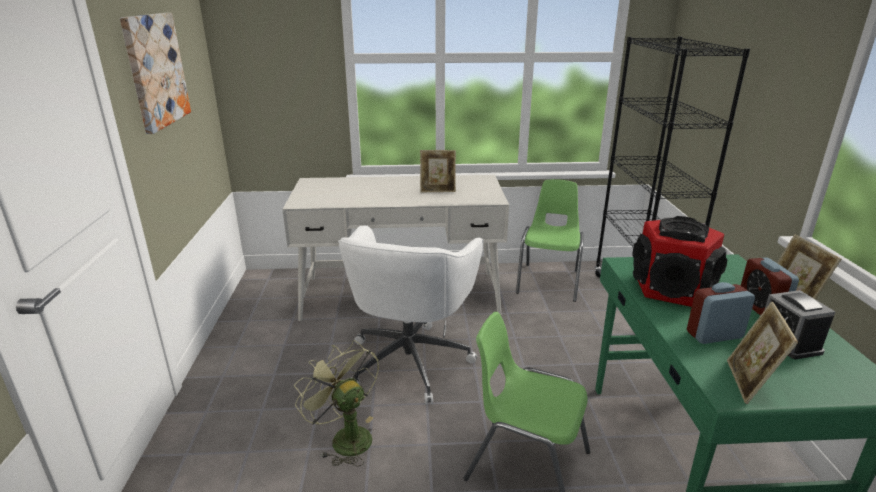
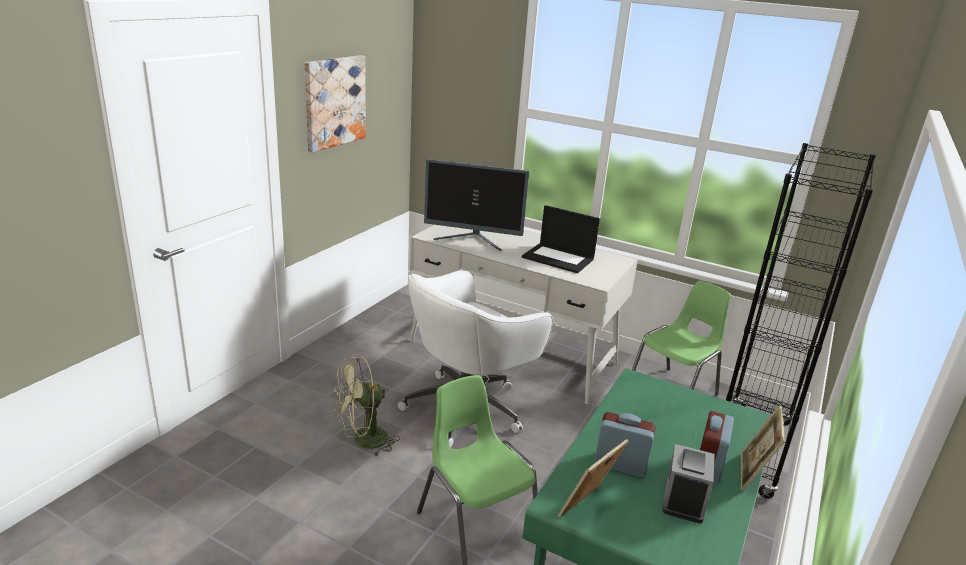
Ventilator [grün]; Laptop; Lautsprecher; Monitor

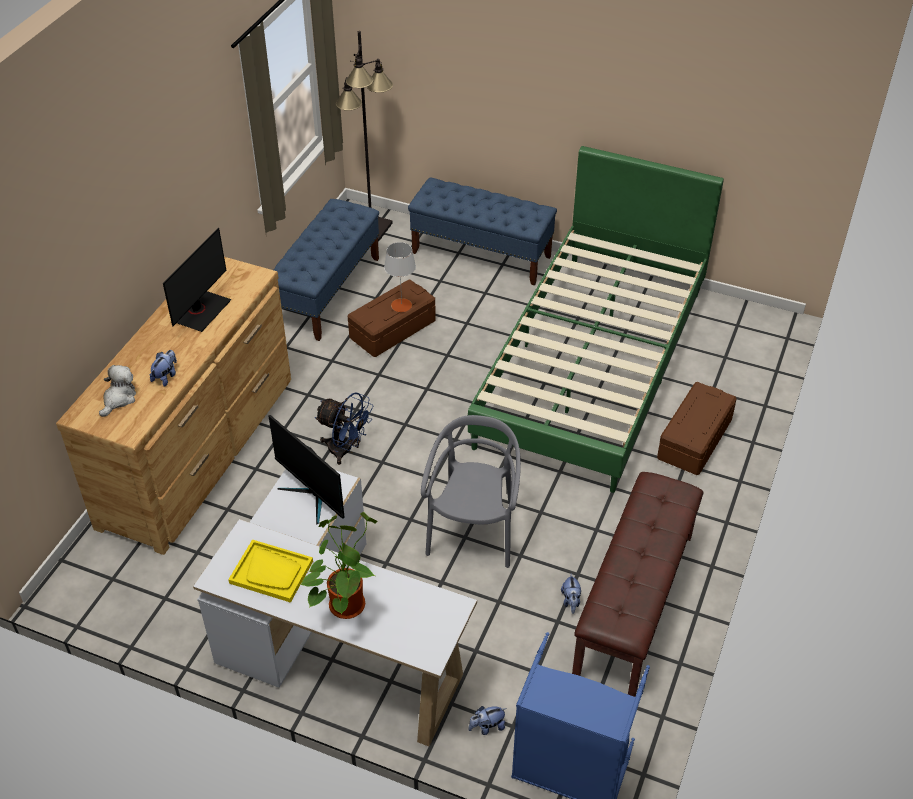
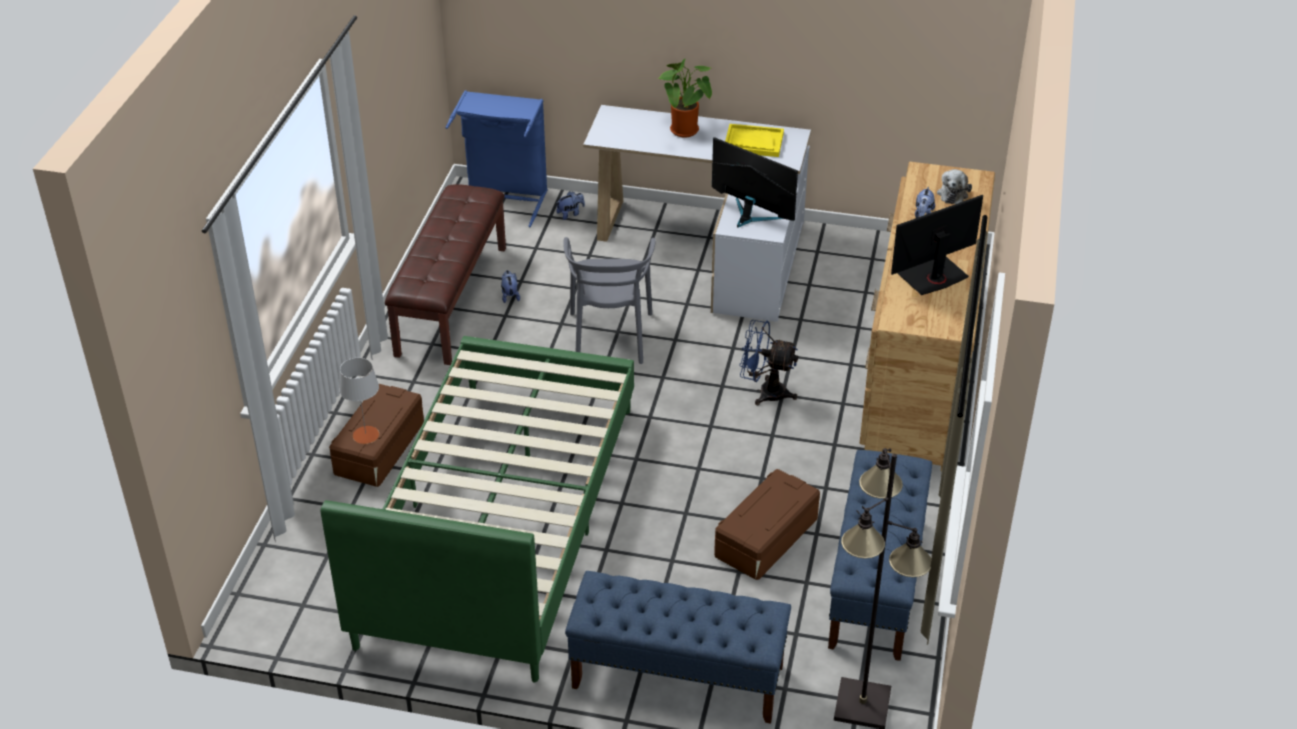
Monitor (no. 2 from left); Tischlampe [grau]

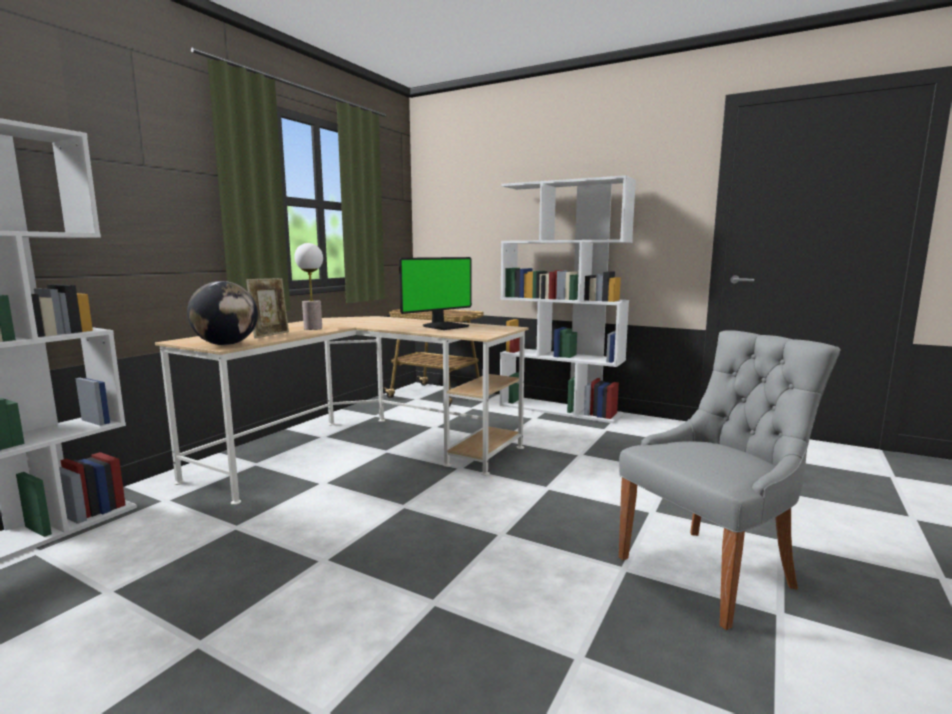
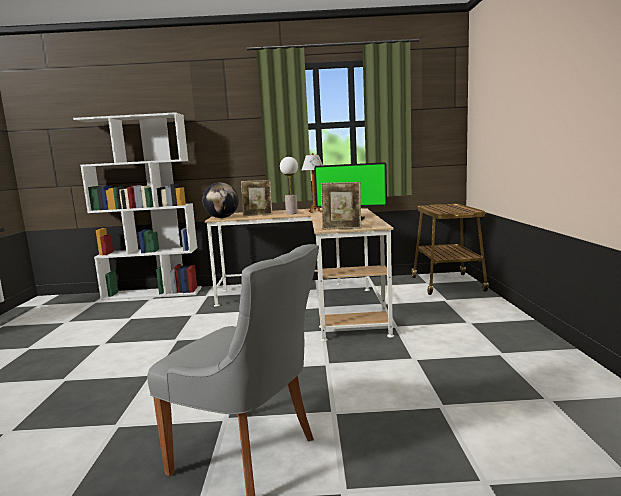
Bücherregal [weiß] (no. 2 from left in the first image); Tischlampe (no. 2 from left); Bilderrahmen (no. 2 from left)

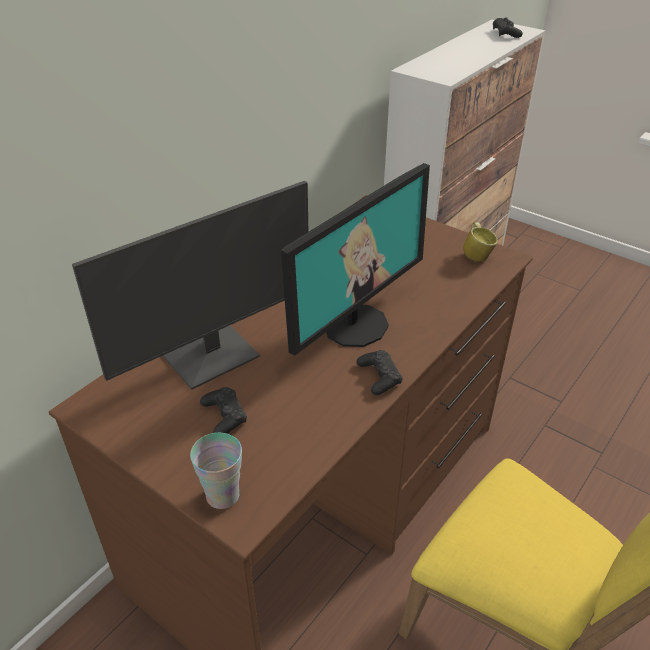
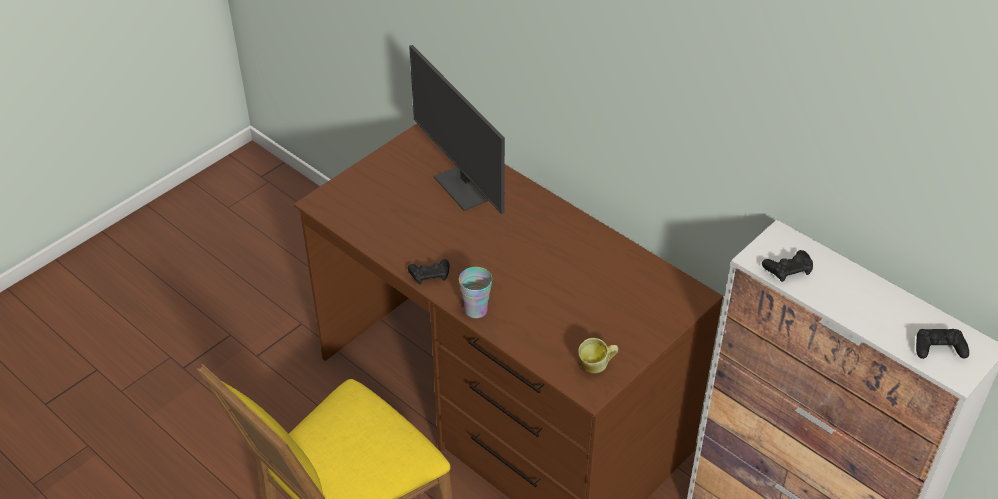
Tasse; Gamepad [schwarz] (no. 2 from left); Monitor (no. 2 from left in the first image)

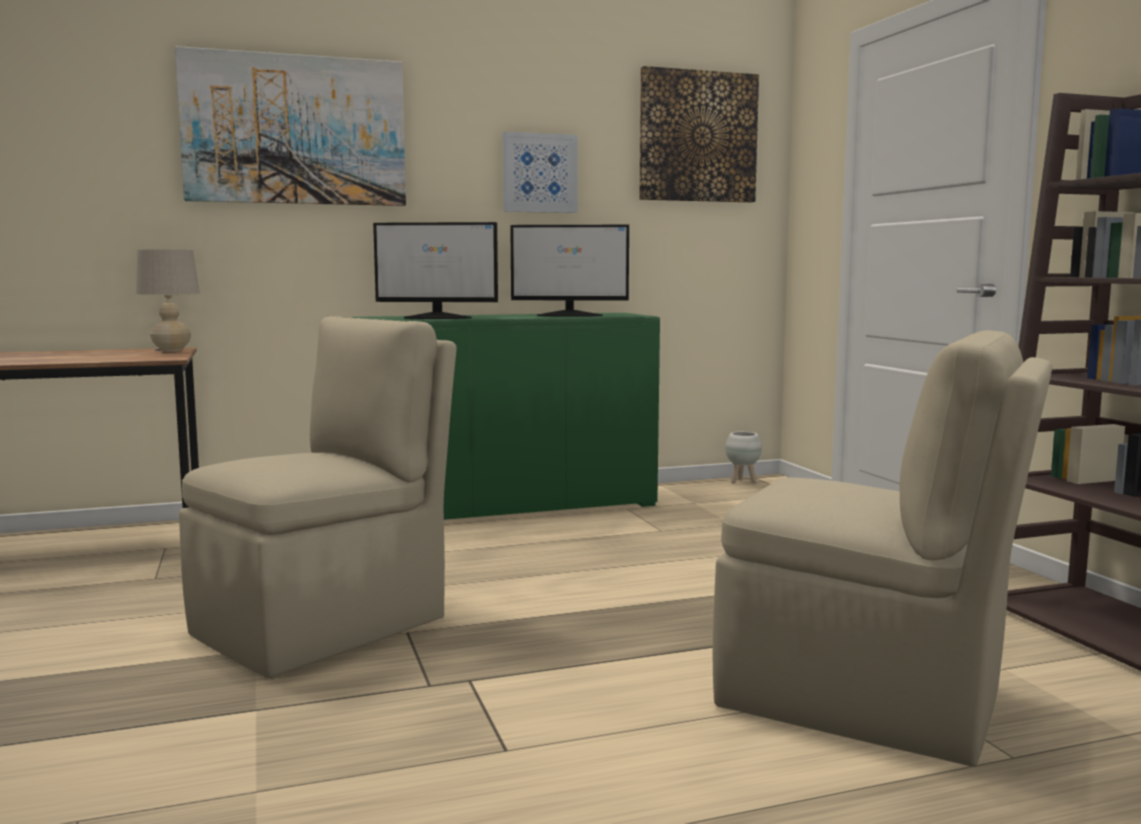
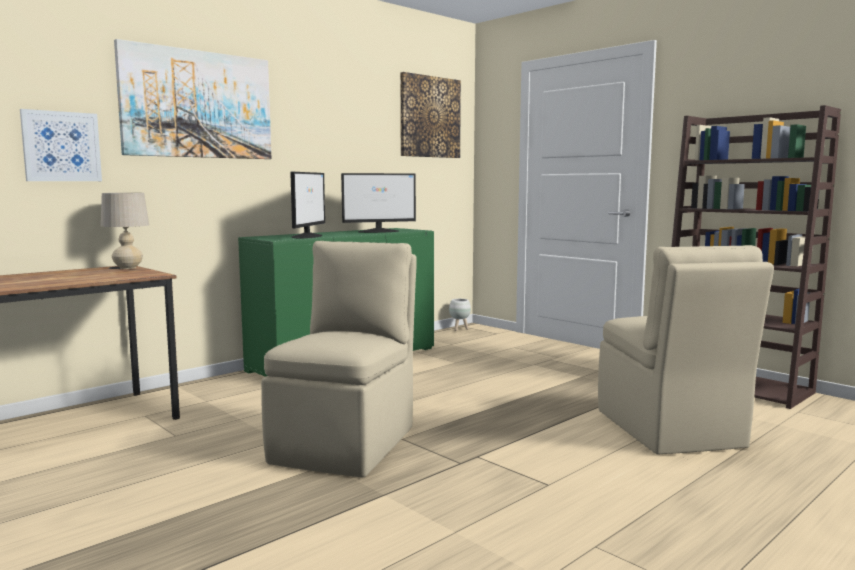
Monitor (no. 1 from left); Bild (no. 1 from left); Stuhl [beige] (no. 2 from left)

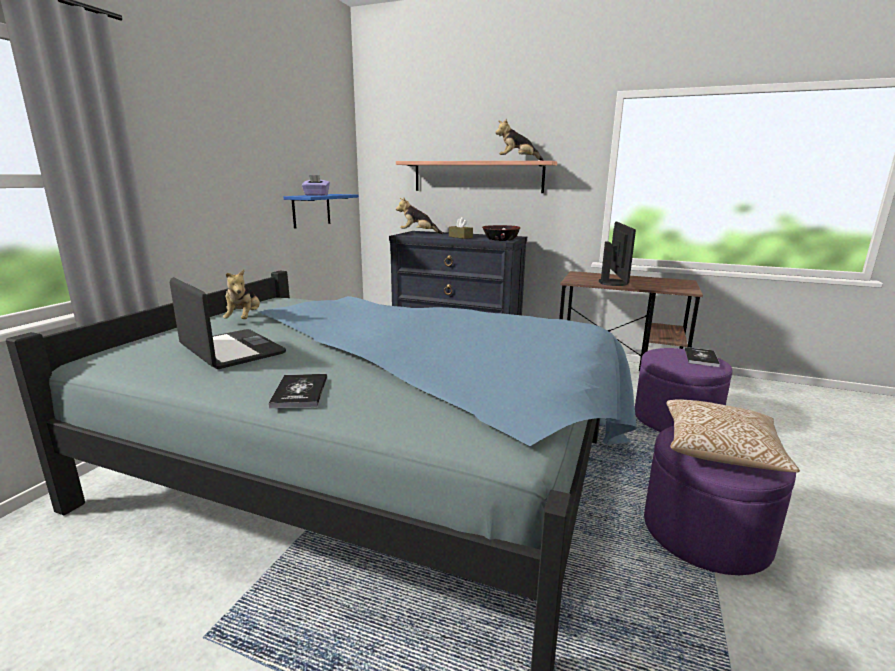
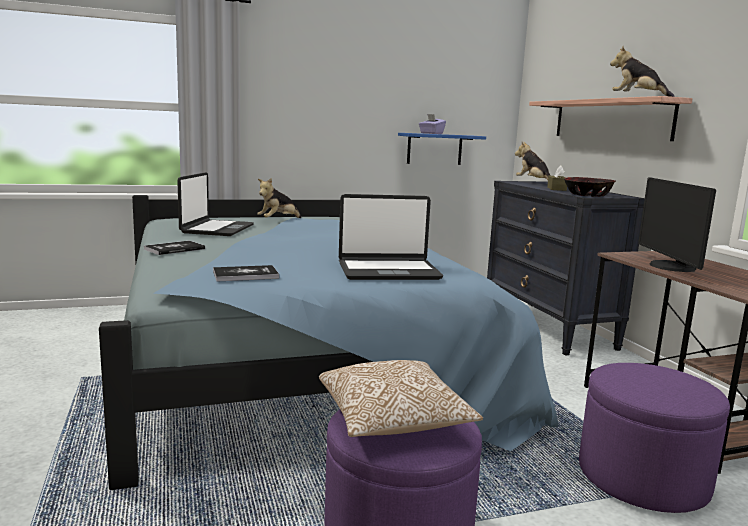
Monitor; Buch (no. 2 from left); Laptop (no. 2 from left)

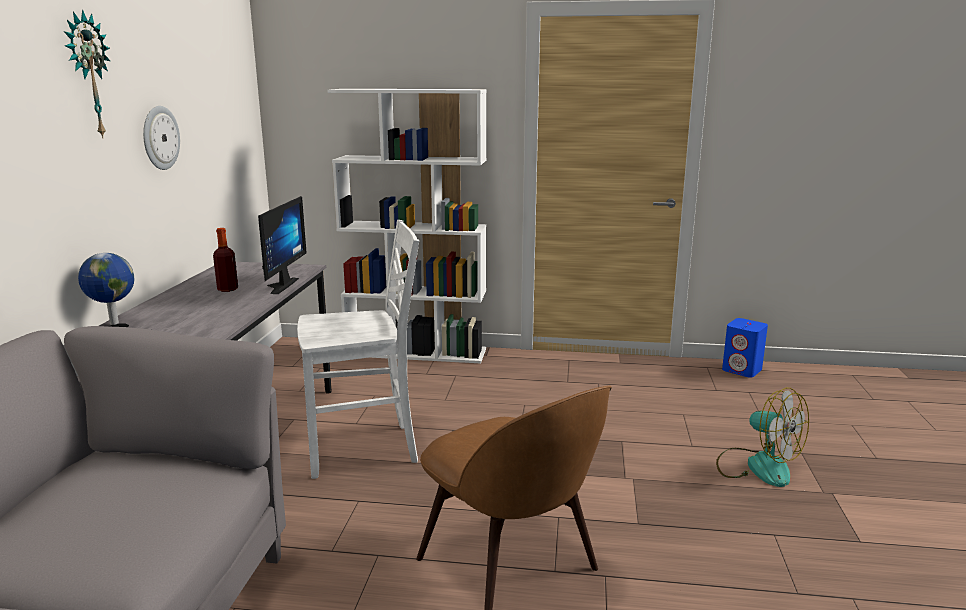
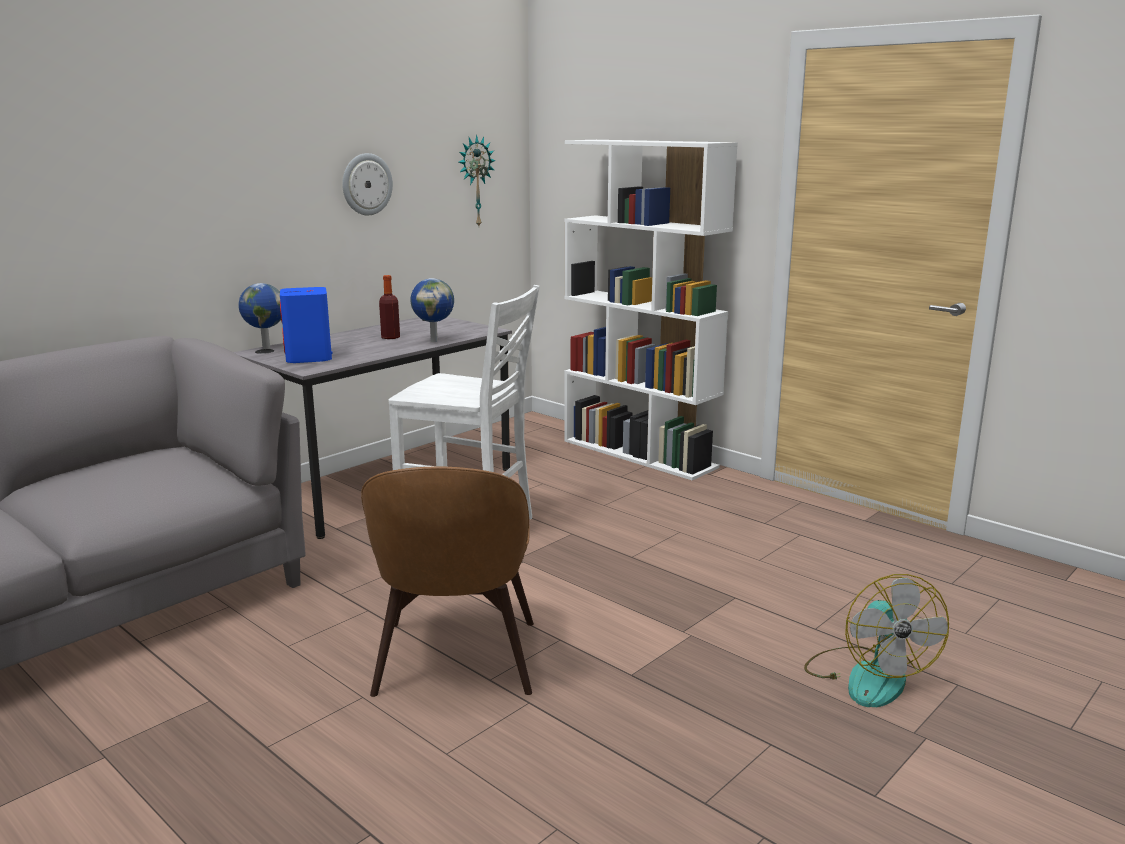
Wanduhr (no. 2 from left); Globus (no. 2 from left); Lautsprecher [blau]

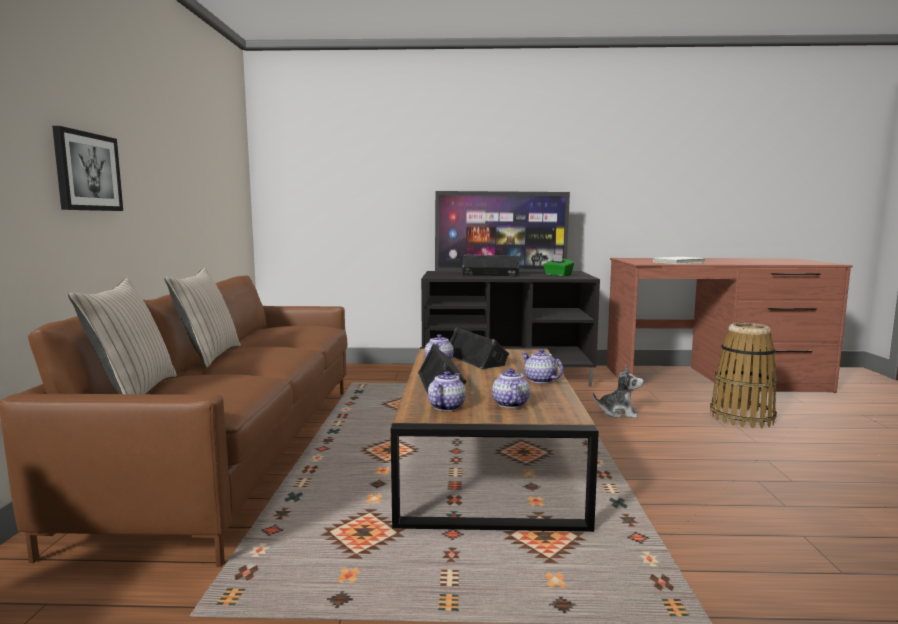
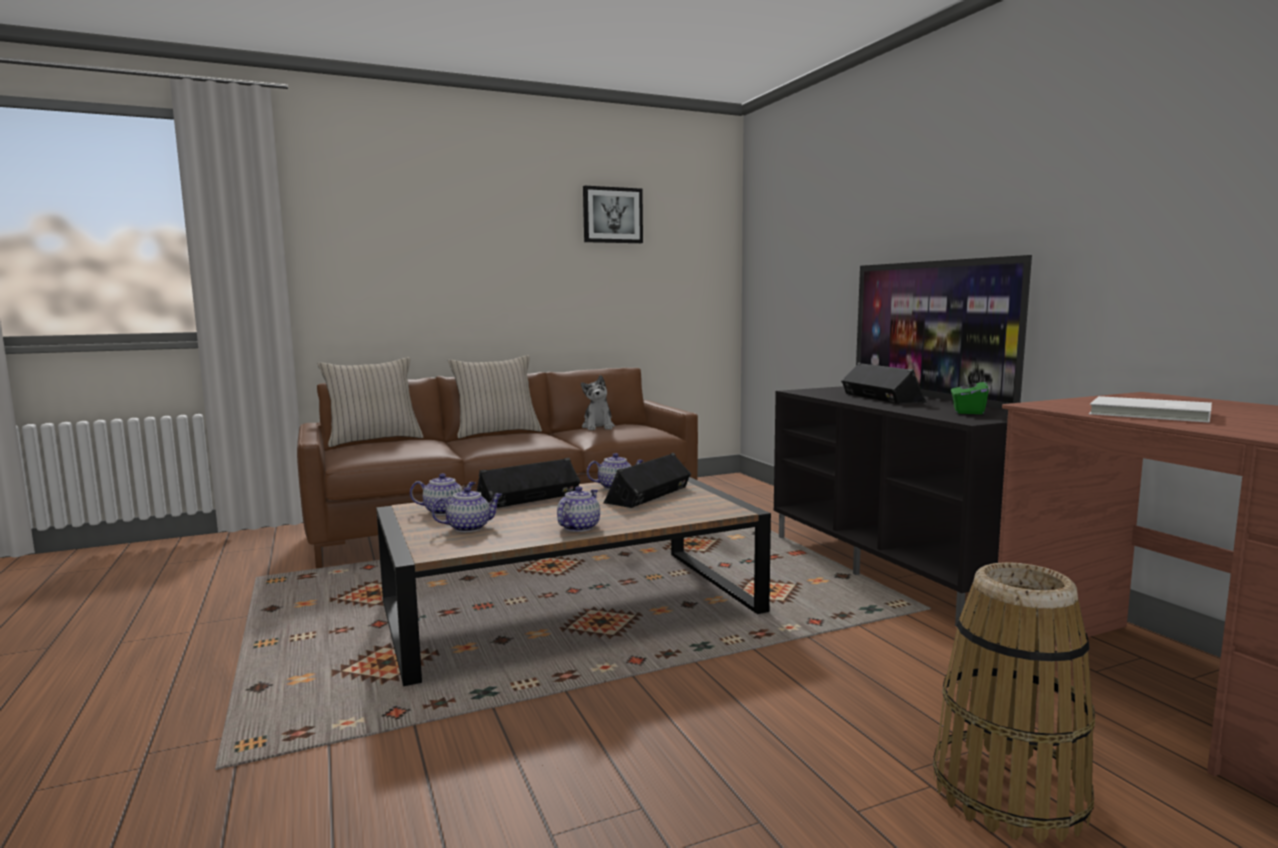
Bild; Plüschtier

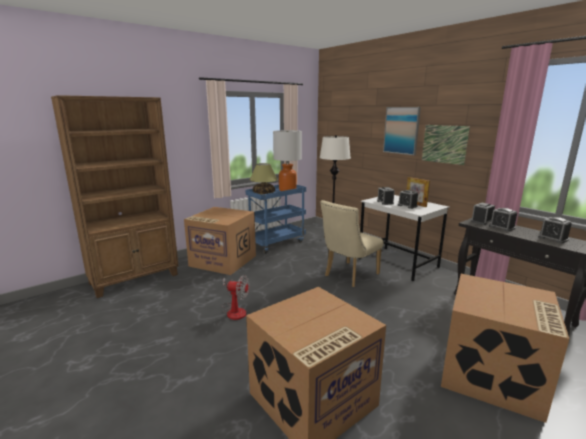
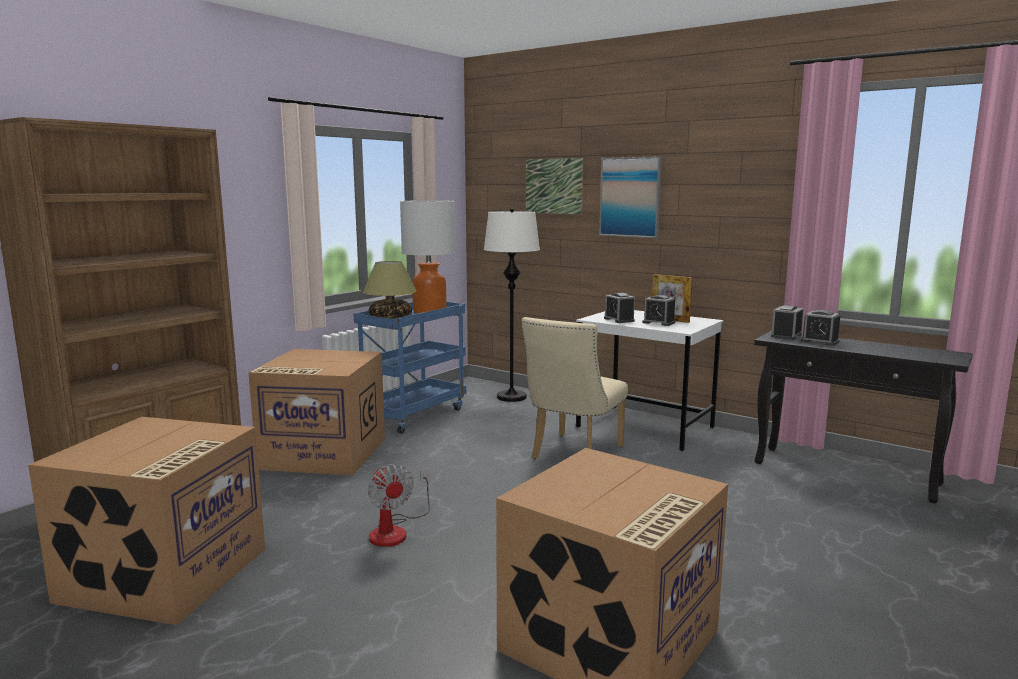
Ventilator; Bild (no. 1 from left); Karton (no. 1 from left); Wecker (no. 5 from left in the first image)

